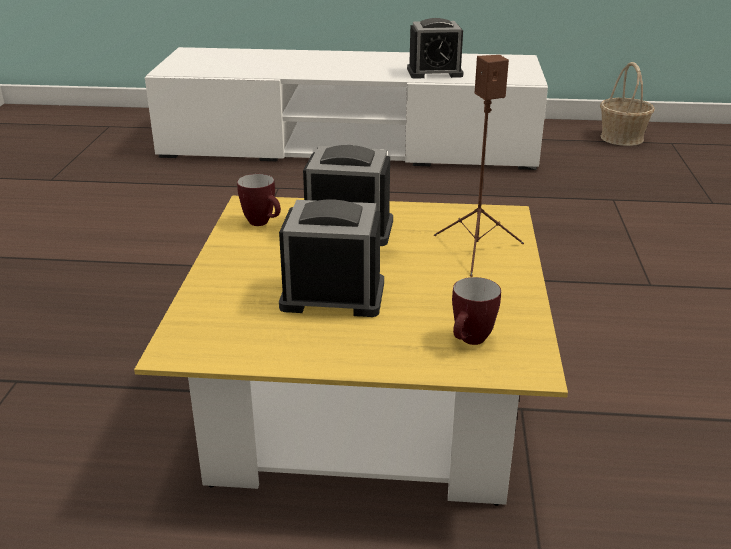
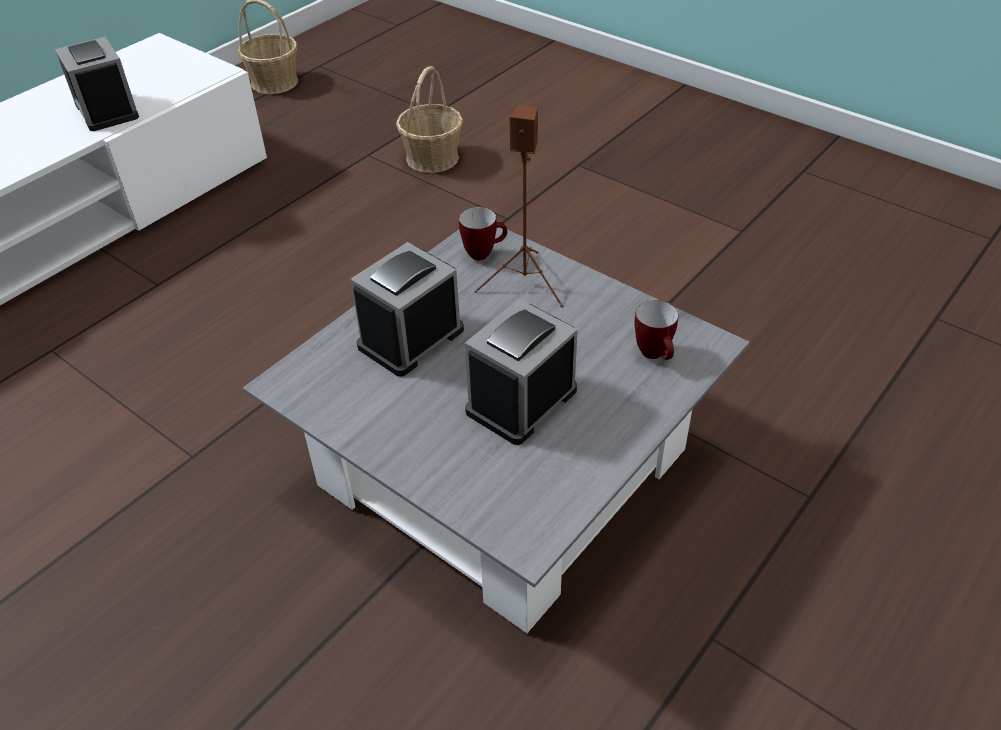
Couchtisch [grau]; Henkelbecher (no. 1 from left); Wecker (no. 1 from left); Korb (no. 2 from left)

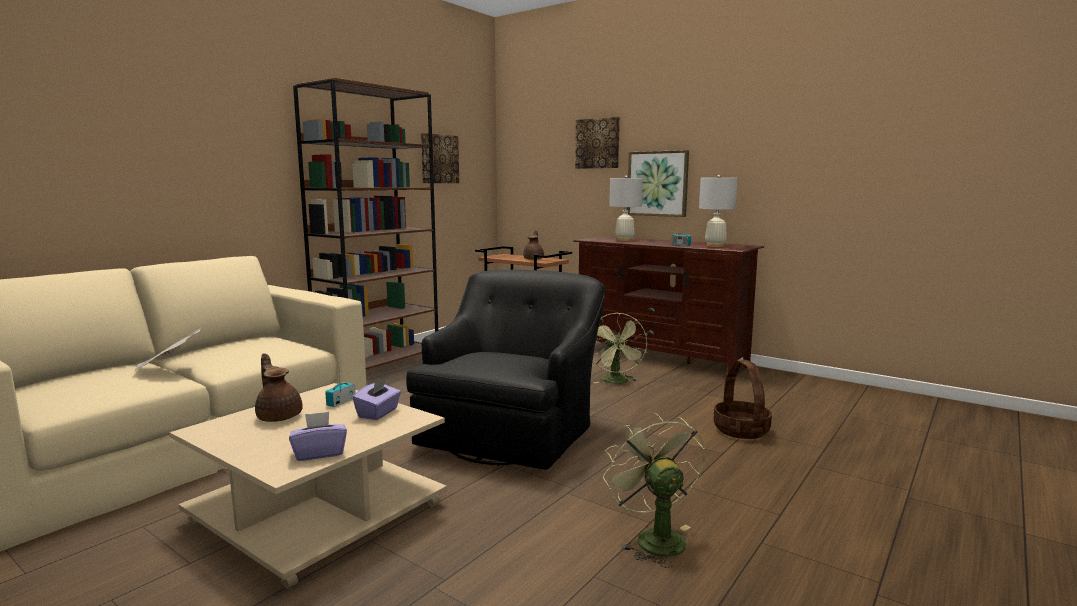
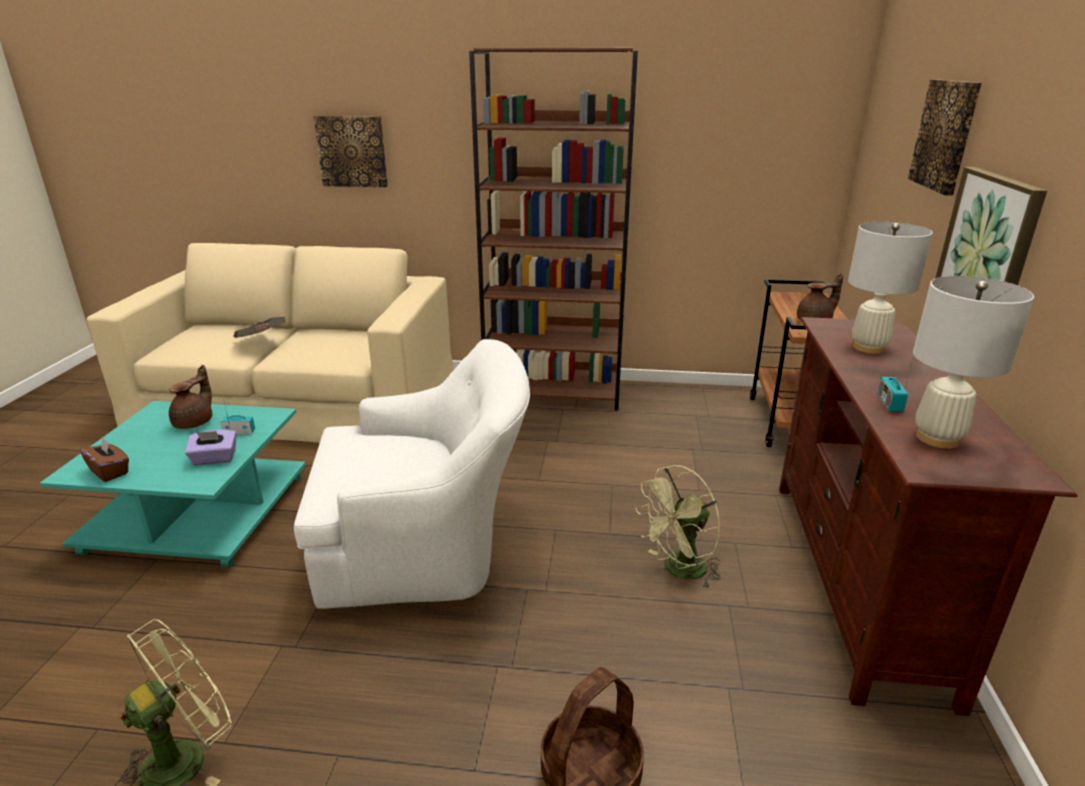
Couchtisch [türkis]; Taschentuchbox [braun]; Sessel [weiß]; Bild (no. 1 from left)

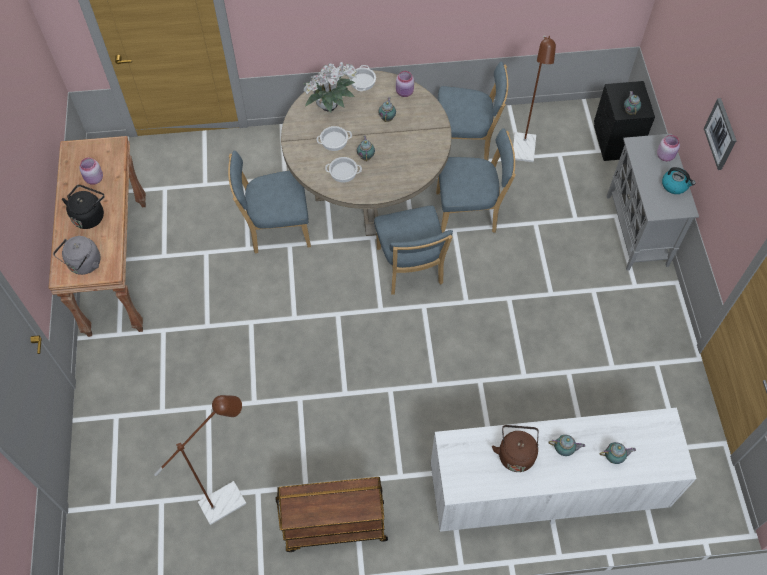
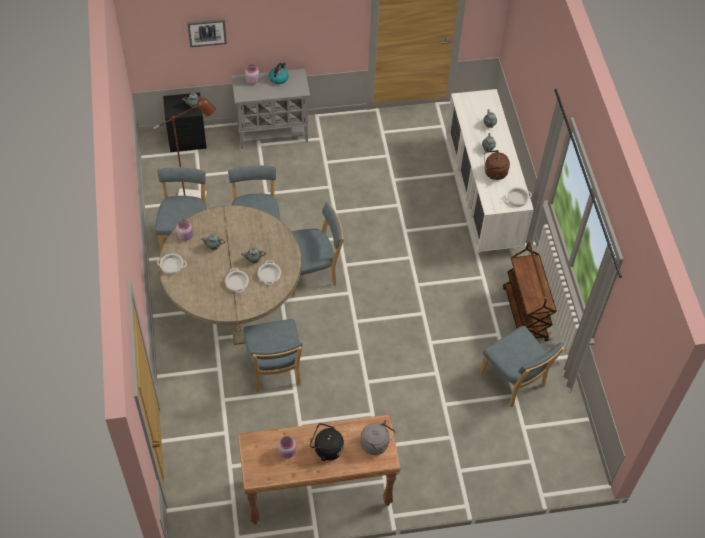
Stuhl [blau] (no. 5 from left); Topfpflanze; Bild; Kochtopf (no. 4 from left)

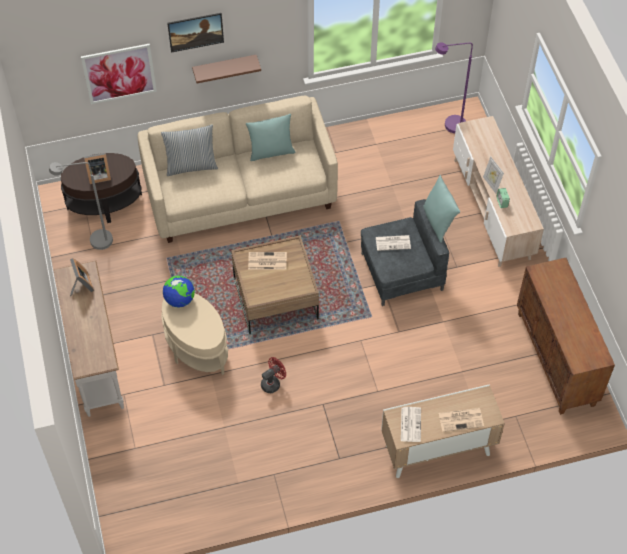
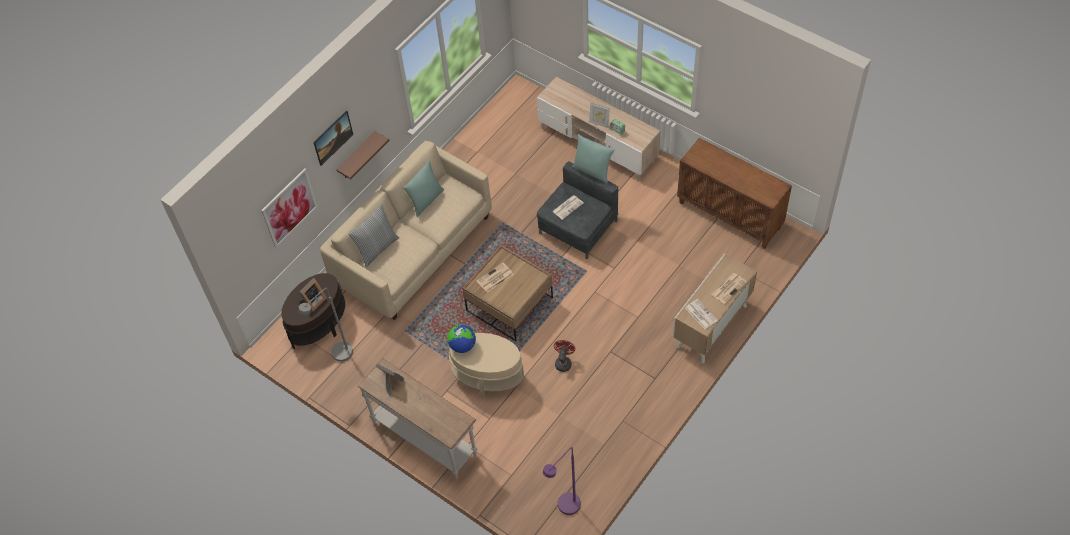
Stehlampe [lila]

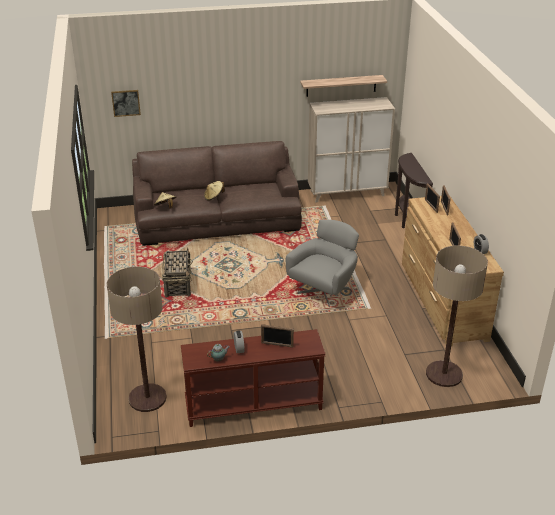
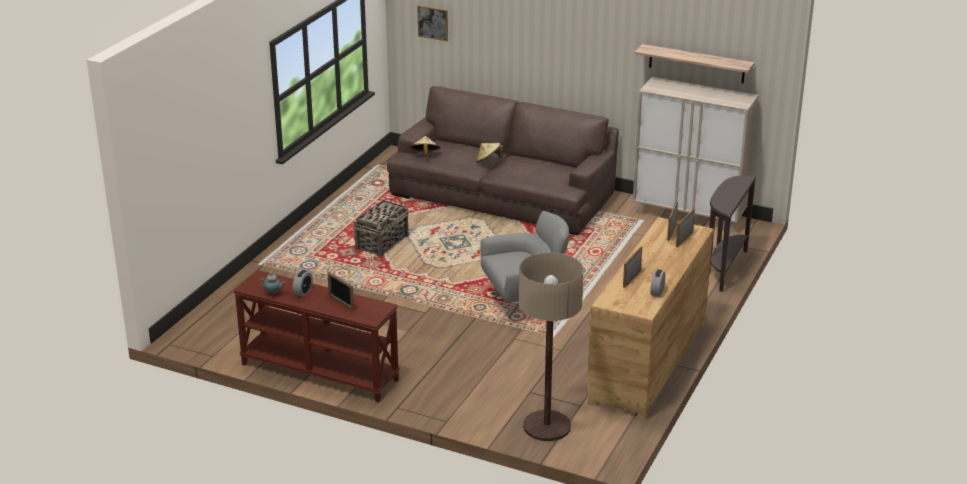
Stehlampe (no. 1 from left in the first image)

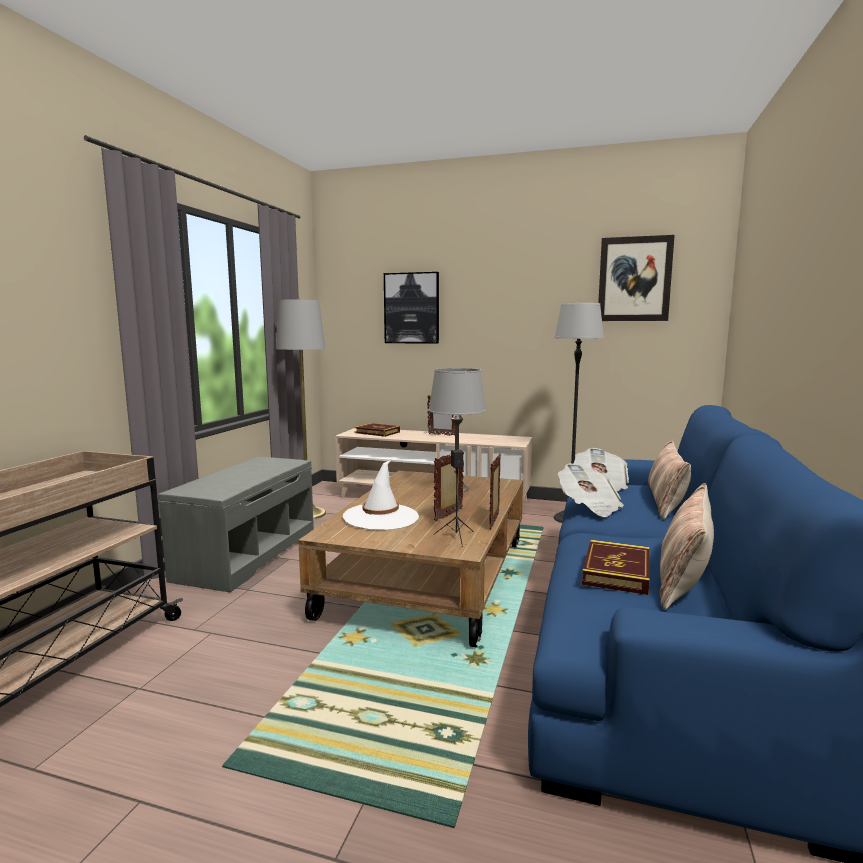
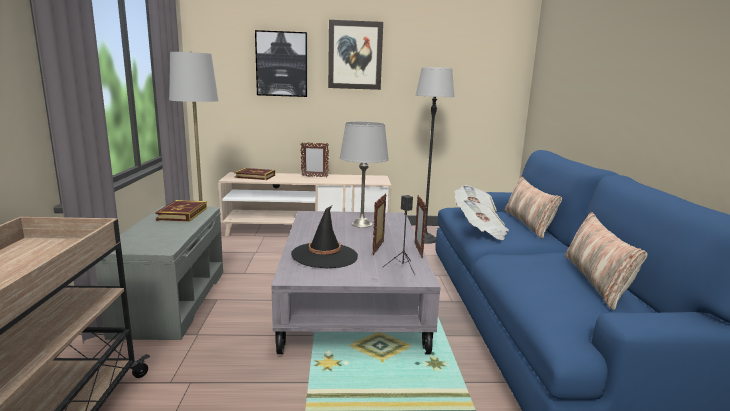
Couchtisch [grau]; Hut [schwarz]; Buch (no. 1 from left); Bild (no. 2 from left)

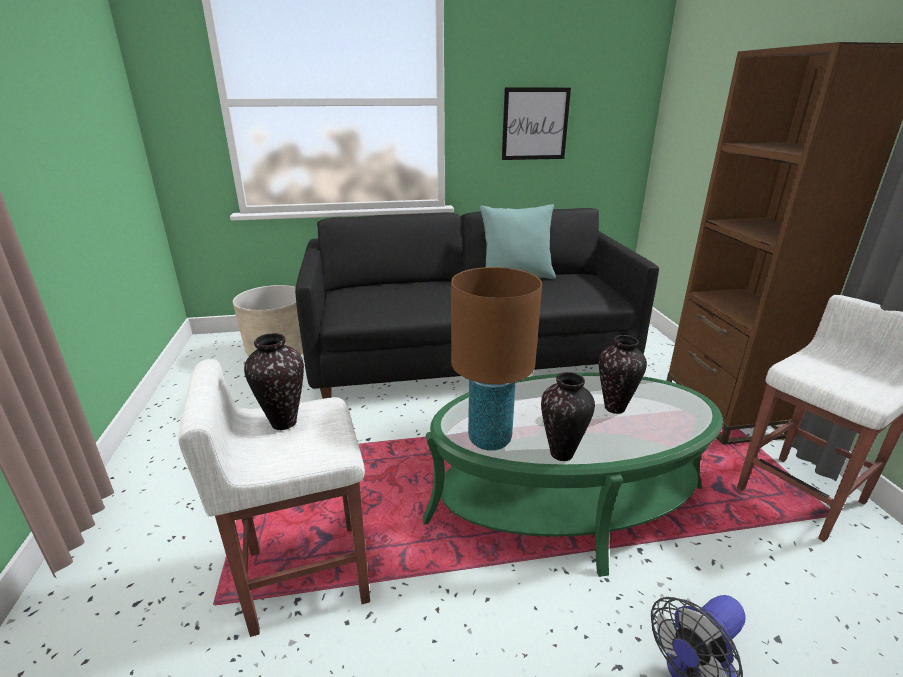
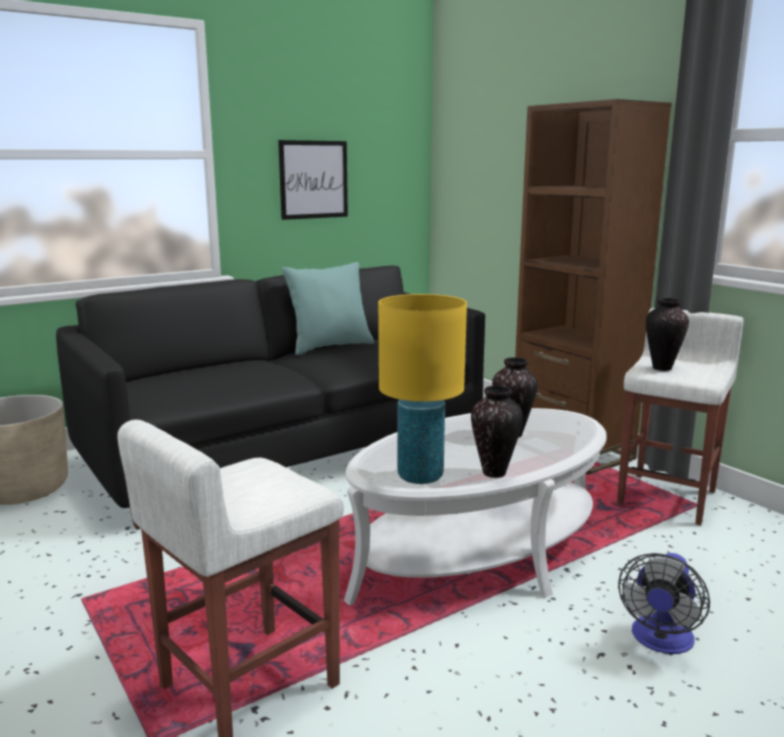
Vase (no. 3 from left); Couchtisch [weiß]; Tischlampe [gelb]

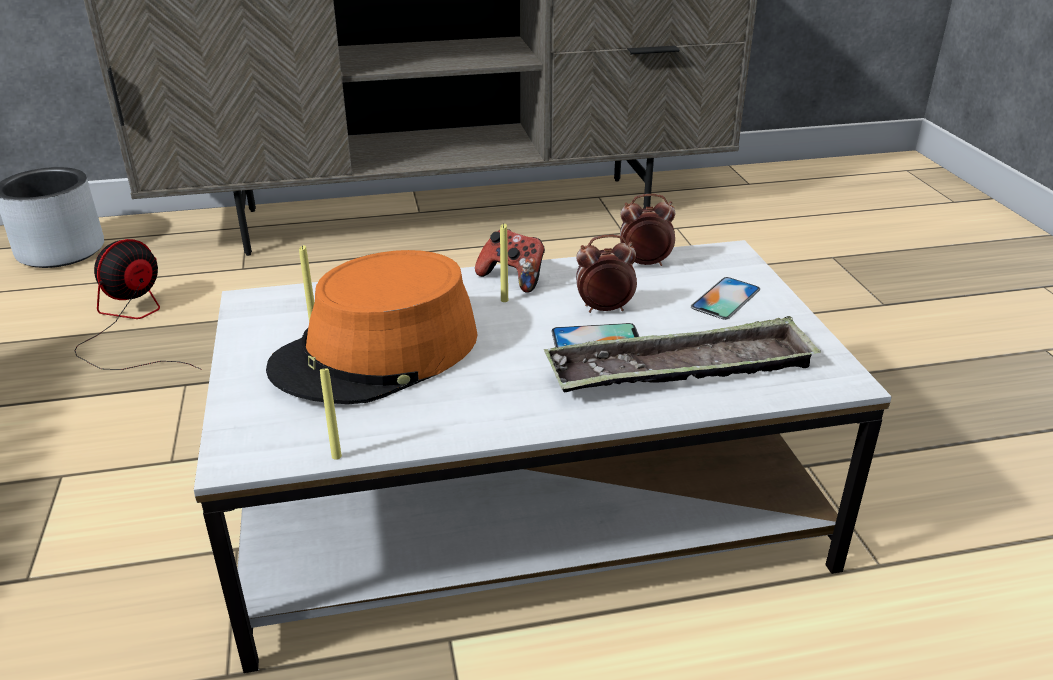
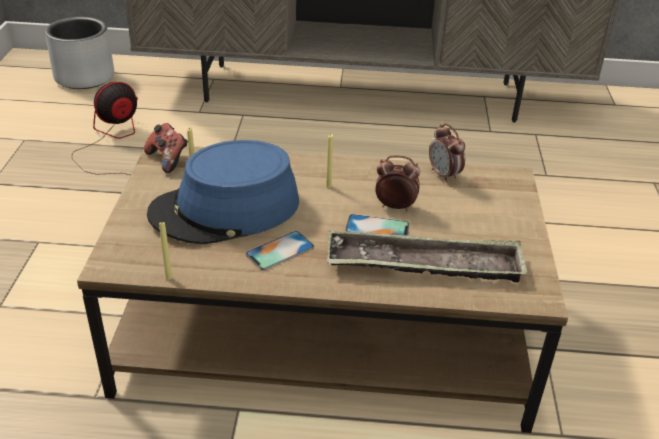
Couchtisch [braun]; Hut [blau]; Gamepad; Wecker (no. 2 from left); Handy (no. 1 from left)

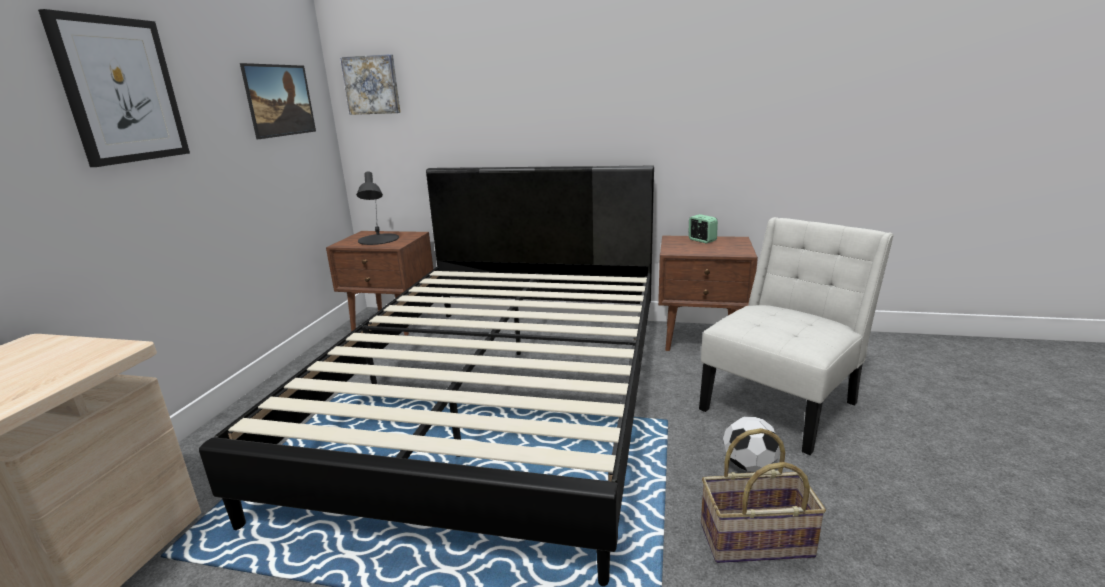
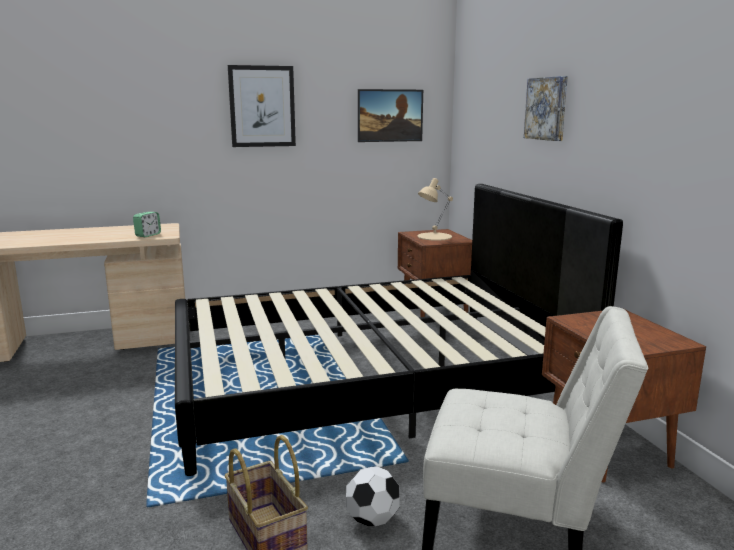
Bild (no. 3 from left); Tischlampe [beige]; Wecker

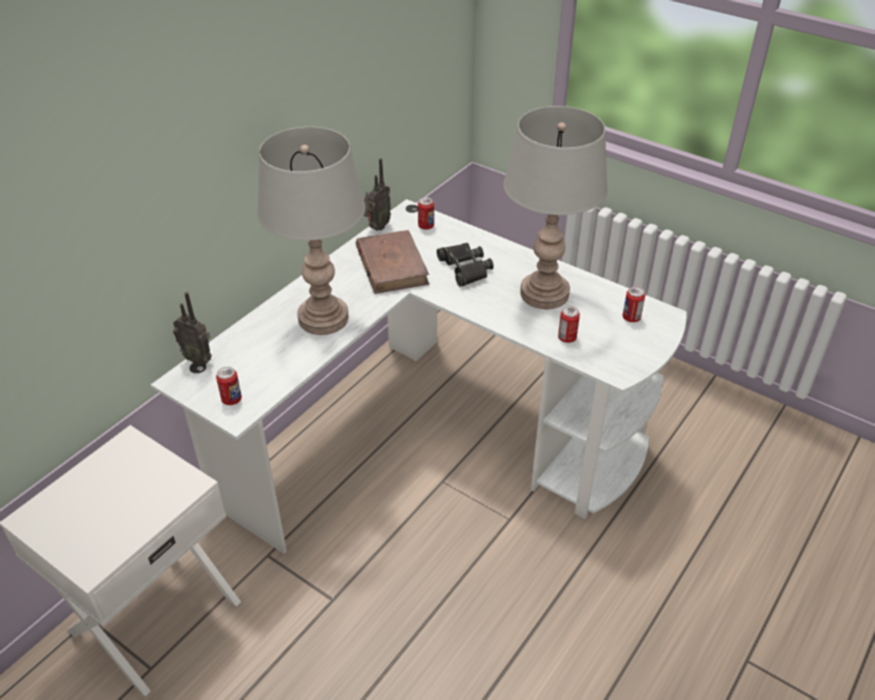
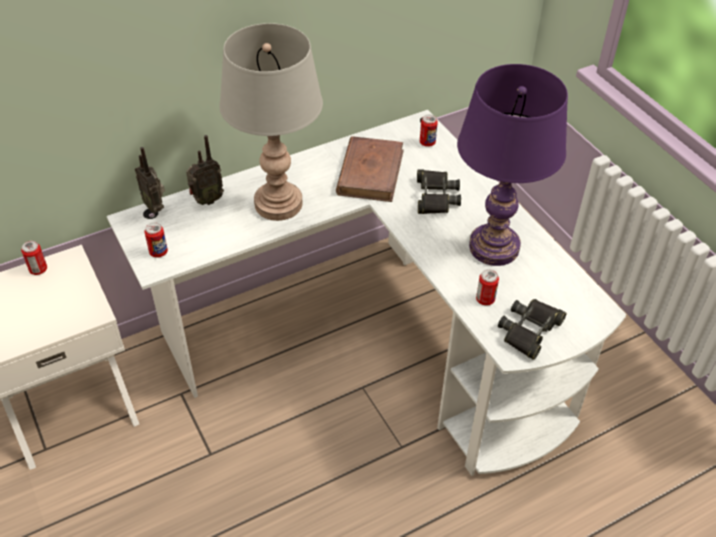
Radio (no. 2 from left); Tischlampe [lila]; Dose (no. 1 from left); Fernglas [schwarz] (no. 2 from left)

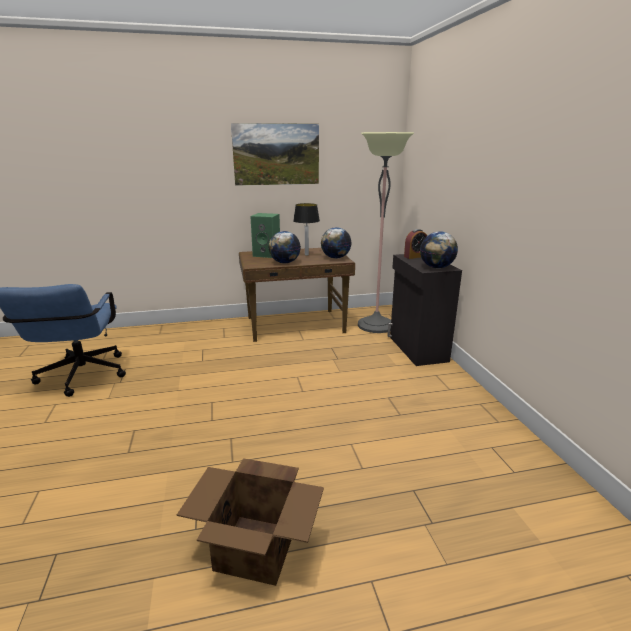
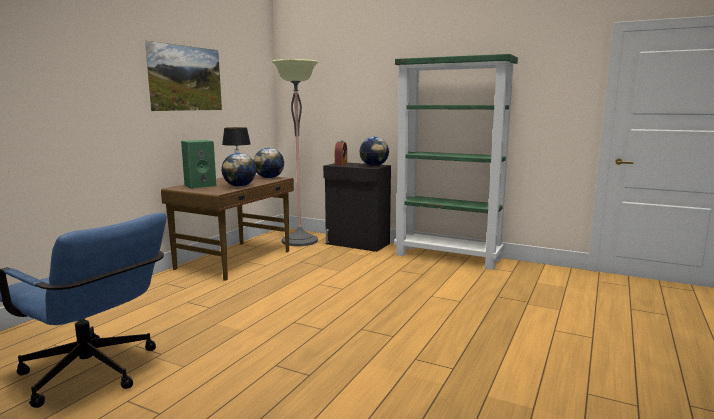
Karton; Bücherregal [grün]

